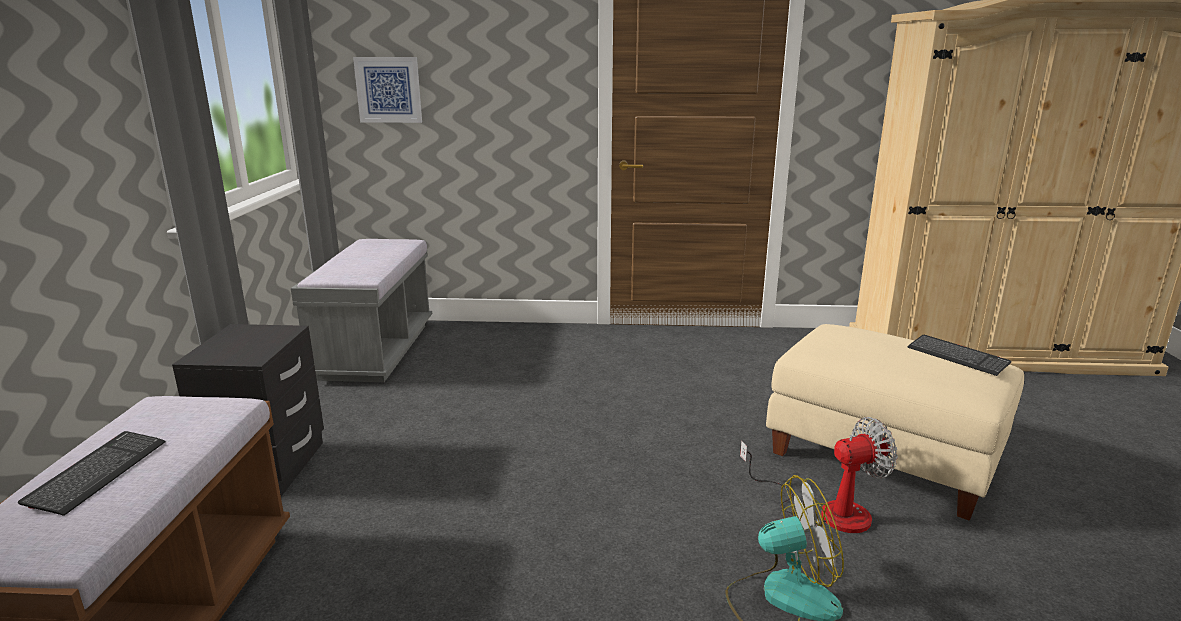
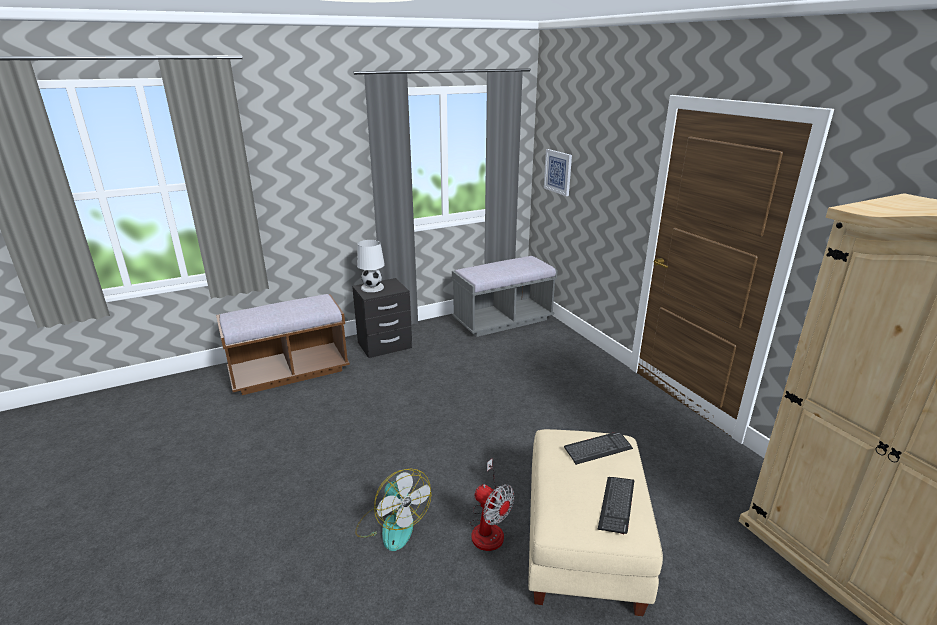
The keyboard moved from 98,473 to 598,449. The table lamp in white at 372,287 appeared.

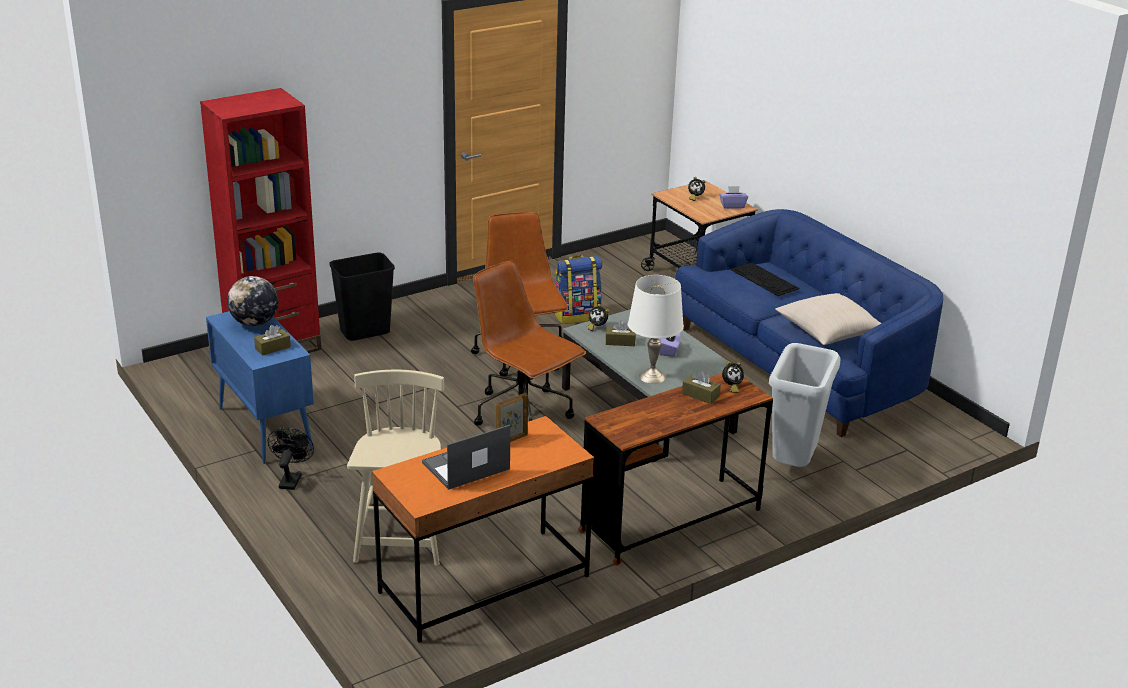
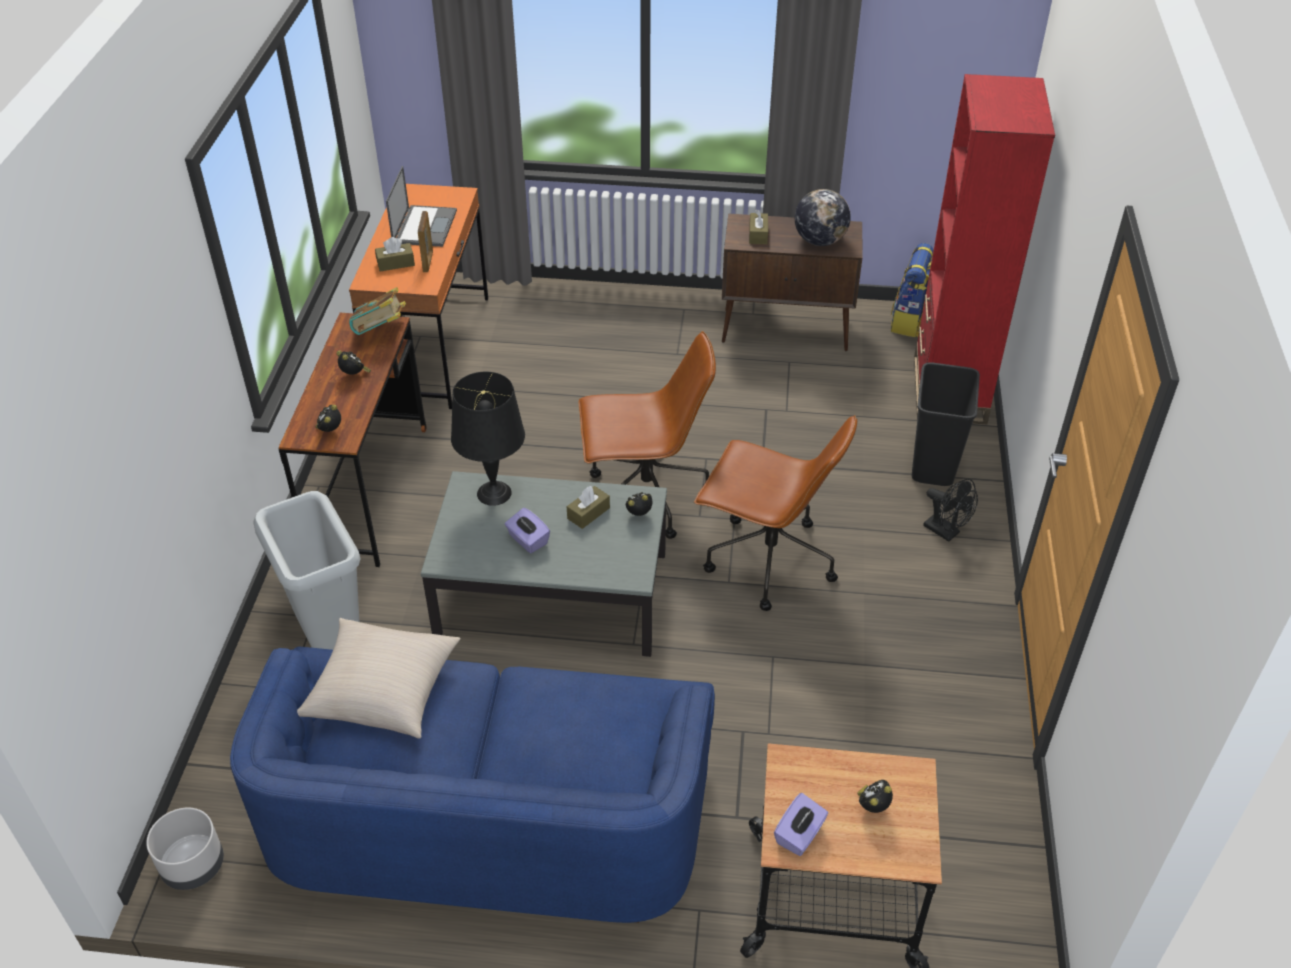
The backpack moved from 577,315 to 911,321. The keyboard at 765,279 disappeared. The table lamp in white at 651,377 became the table lamp in black at 494,493. The cabinet in blue at 264,428 became the cabinet in brown at 786,330. The chair in beige at 402,534 disappeared. The tissue box in brown moved from 700,395 to 395,263. The fan in black moved from 291,479 to 946,532. The book at 381,332 appeared. The alarm clock at 354,375 appeared. The planter in grey at 193,866 appeared.

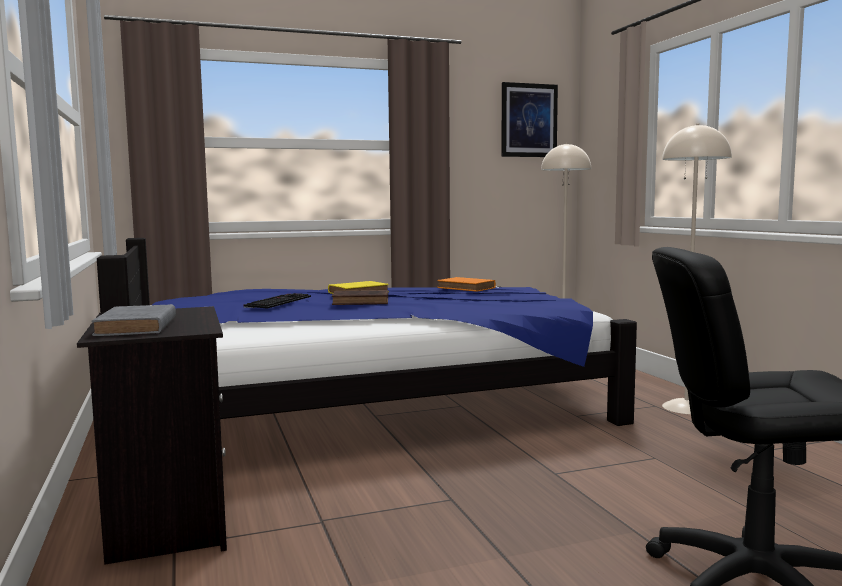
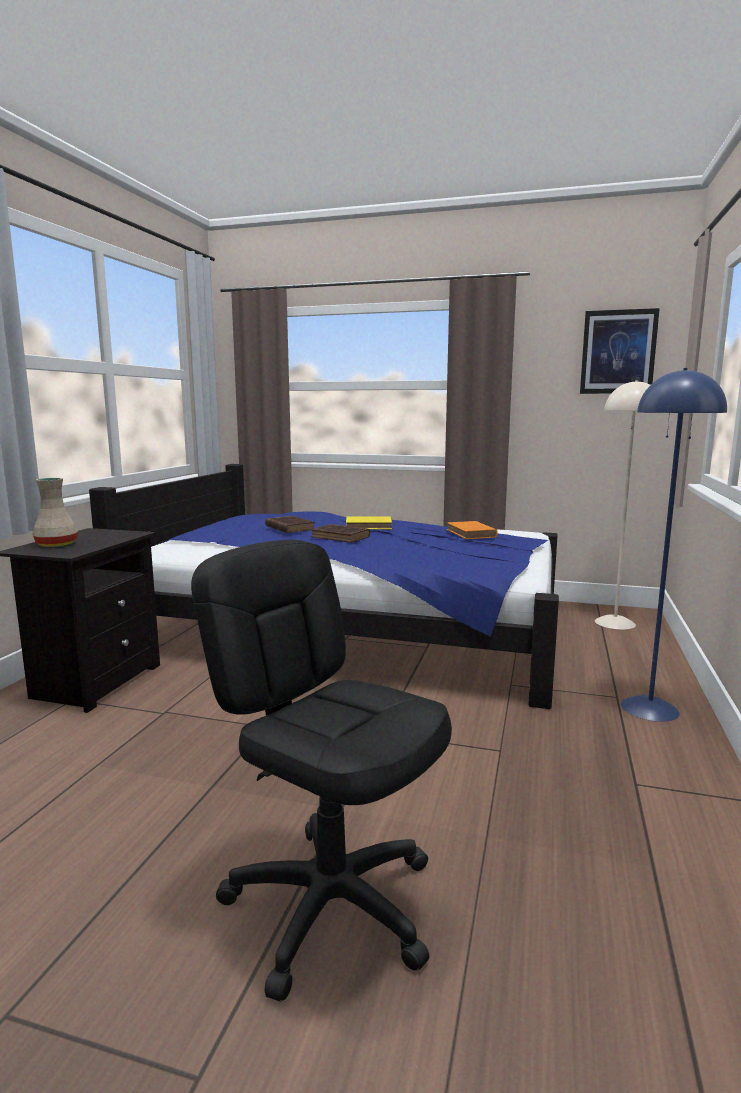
The floor lamp in beige at 686,407 became the floor lamp in blue at 650,708. The keyboard at 278,301 was replaced by the book in brown at 289,527. The book in grey at 136,327 was replaced by the vase in beige at 55,544.

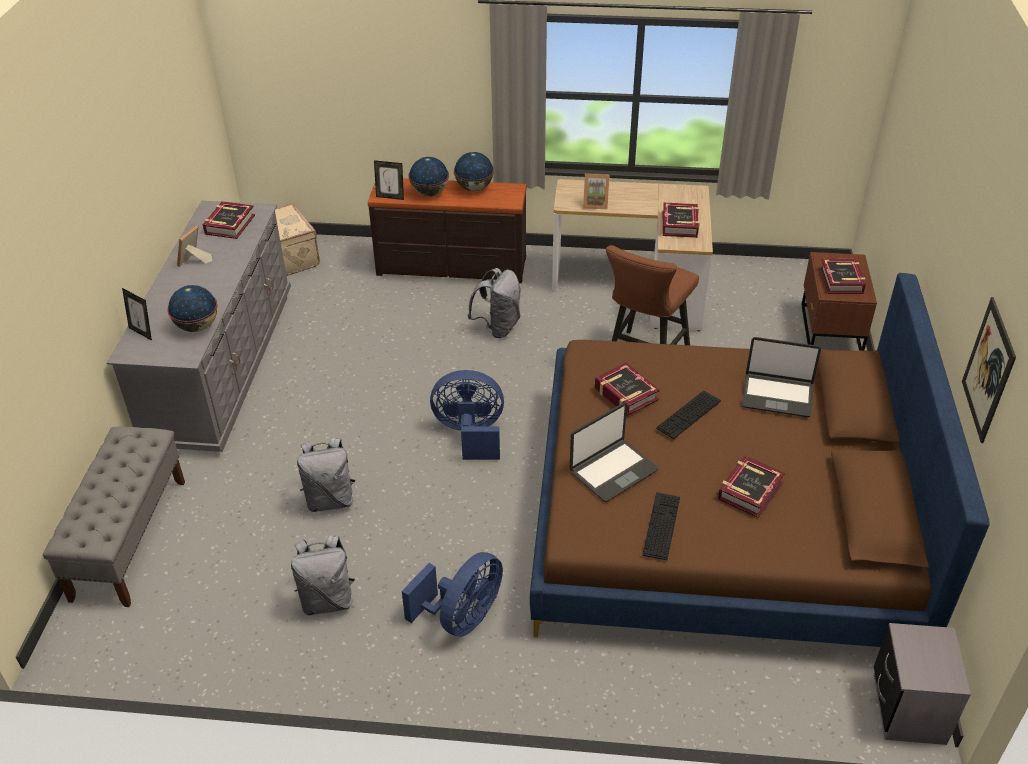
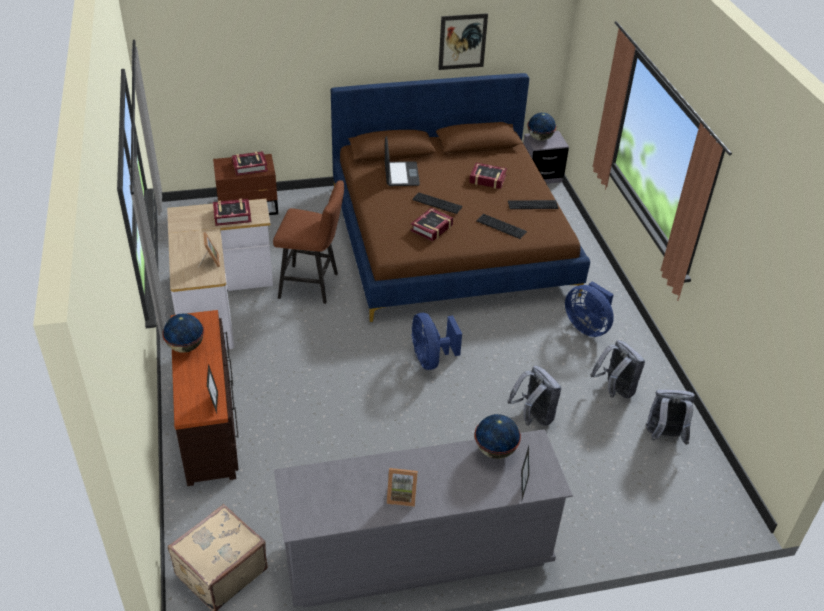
The globe moved from 430,193 to 539,138. The book at 229,224 disappeared. The backpack in grey moved from 498,327 to 663,436. The laptop at 612,470 was replaced by the keyboard at 501,226. The bench in grey at 129,538 disappeared. The fan in blue at 462,617 turned 150 degrees counterclockwise.

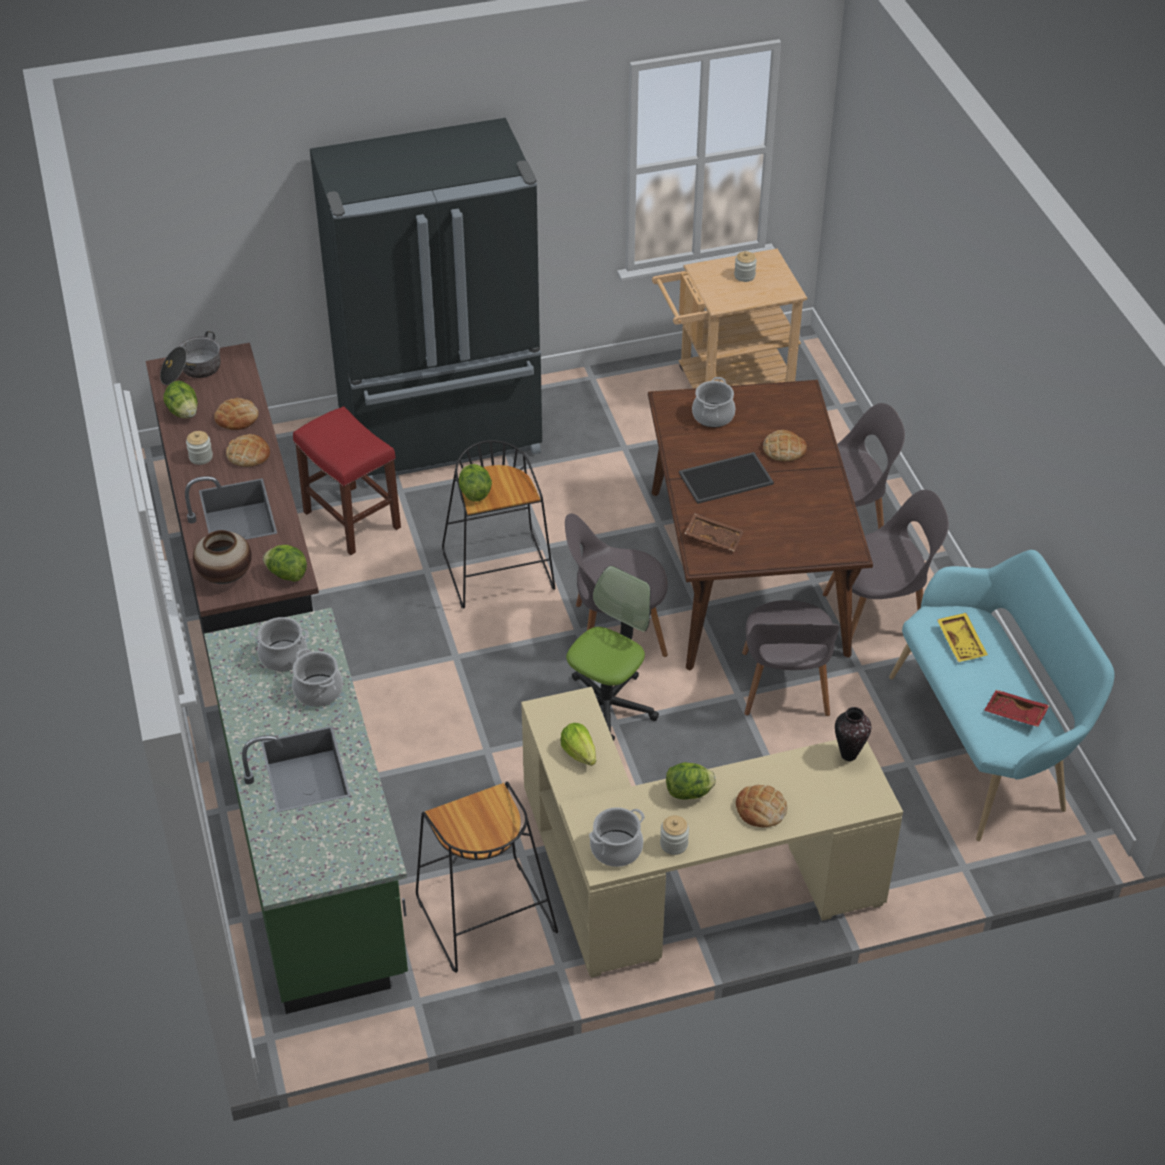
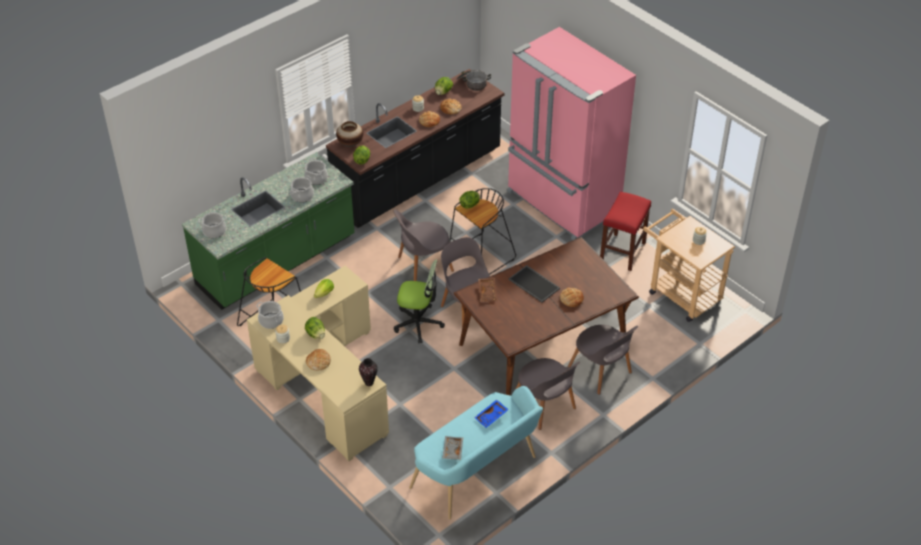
The fridge in black at 442,435 became the fridge in pink at 562,203. The cooking pot moved from 713,416 to 214,231. The stool in red moved from 353,520 to 622,252. The chair in grey moved from 784,688 to 423,265. The tray in yellow at 962,642 became the tray in blue at 491,417. The tray in red at 1015,714 became the tray in grey at 452,450.

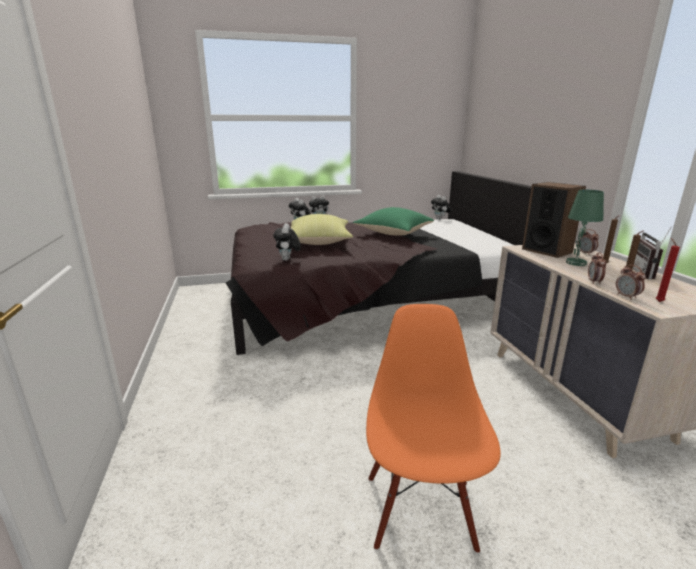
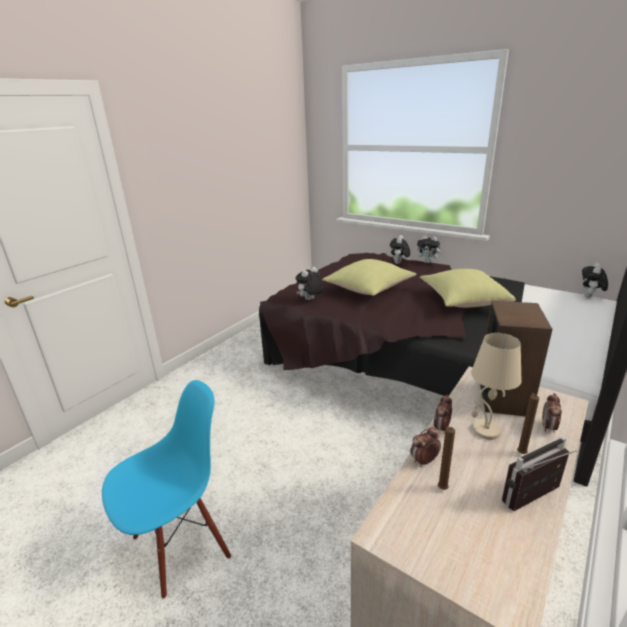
The table lamp in green at 576,263 became the table lamp in beige at 485,430. The pillow in green at 392,234 became the pillow in yellow at 462,301. The candle in red at 658,301 disappeared. The alarm clock moved from 626,297 to 441,428. The chair in orange at 420,511 became the chair in blue at 181,544.

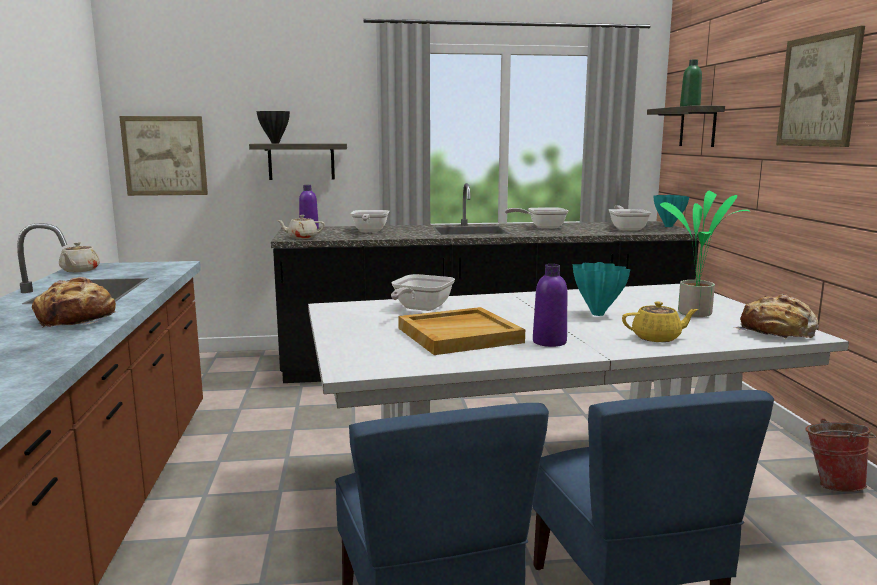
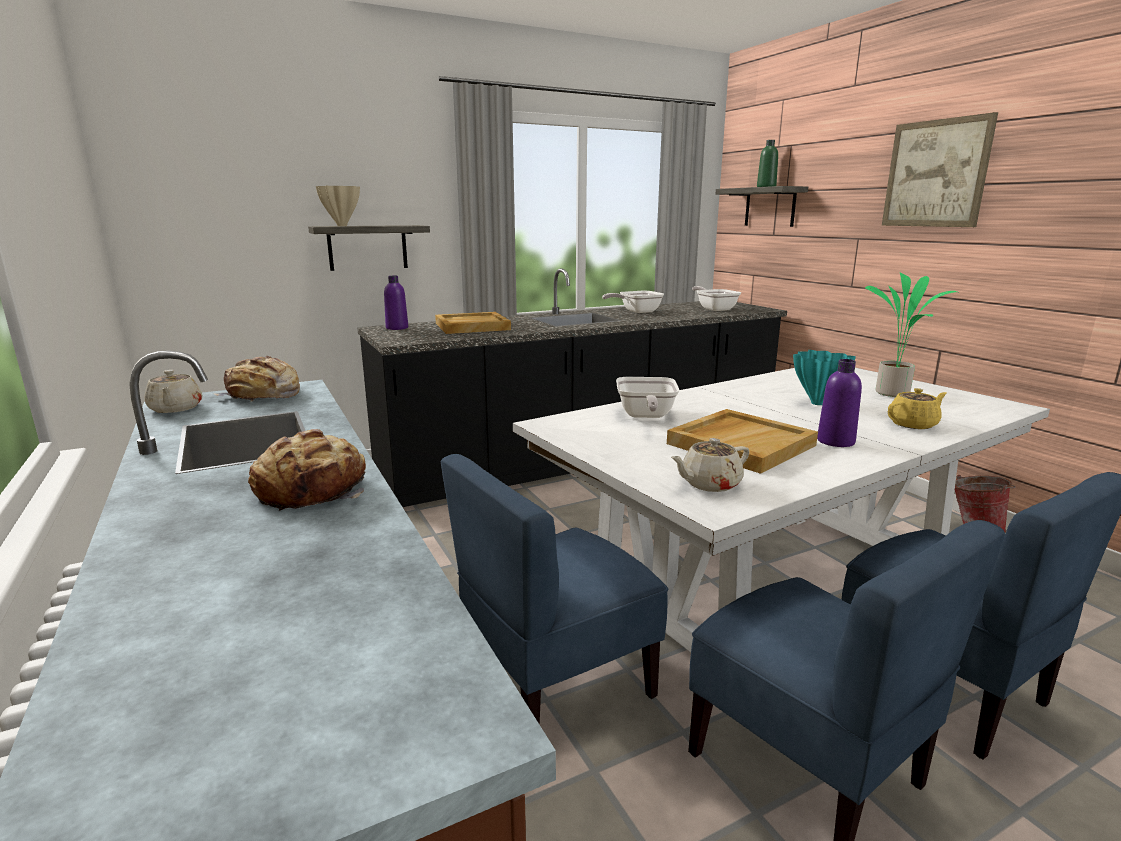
The vase in black at 274,143 became the vase in beige at 341,226. The picture at 164,156 disappeared. The vase in turquoise at 669,226 disappeared. The frying pan at 369,231 was replaced by the tray in beige at 471,326. The teapot in beige moved from 302,238 to 709,484. The bread moved from 777,333 to 263,395. The chair in blue at 557,684 appeared.

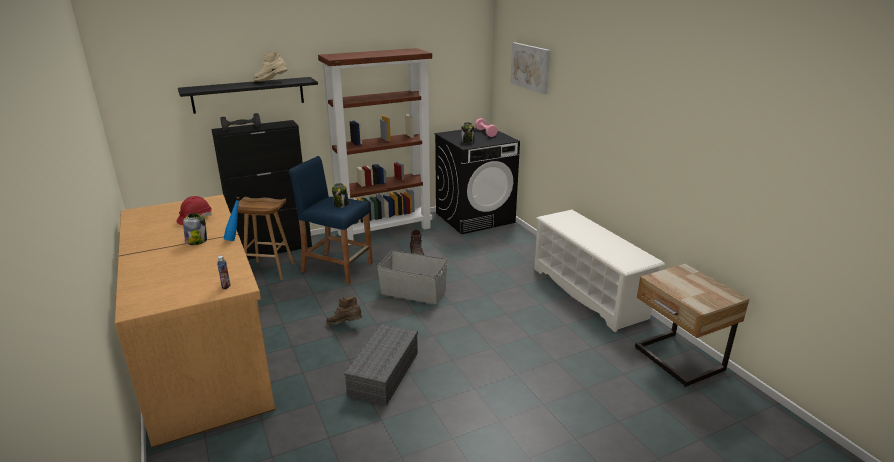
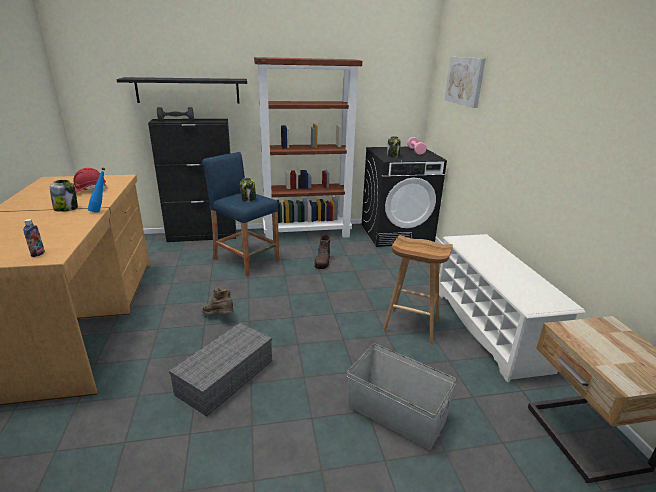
The boot in beige at 271,82 disappeared. The stool in brown moved from 268,270 to 410,326. The storage box in grey moved from 413,291 to 396,412.

